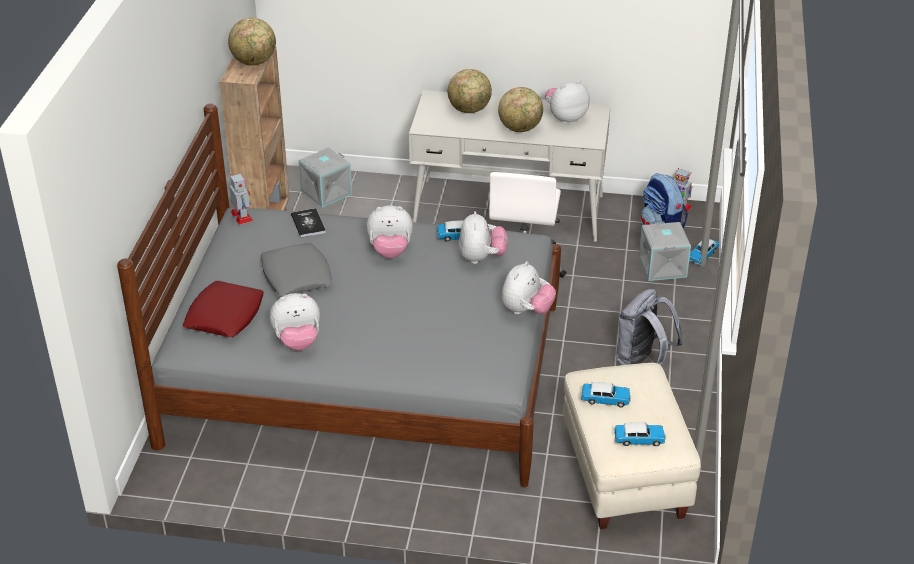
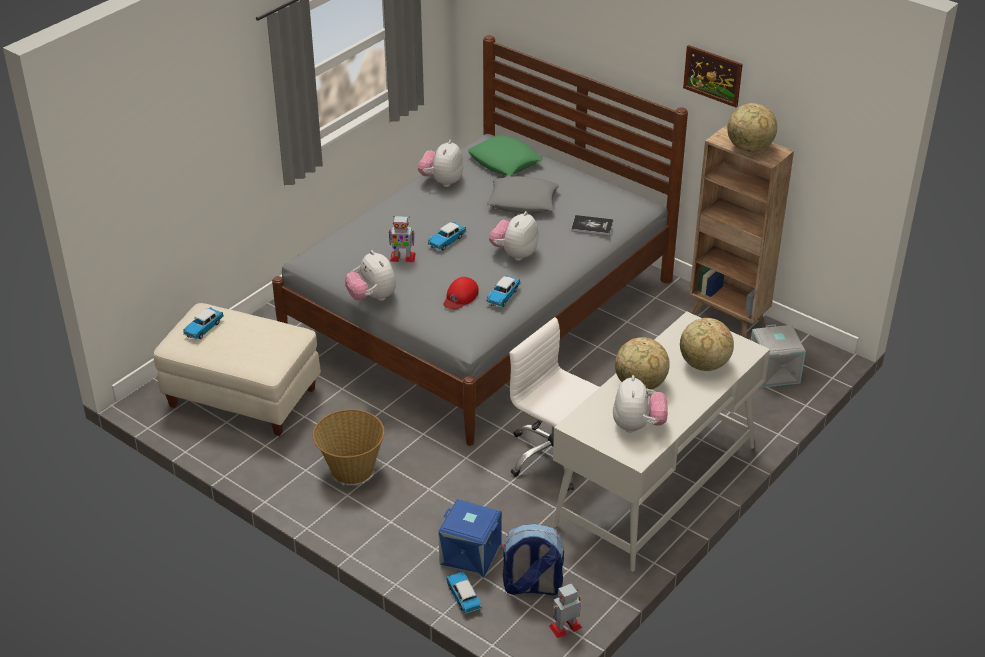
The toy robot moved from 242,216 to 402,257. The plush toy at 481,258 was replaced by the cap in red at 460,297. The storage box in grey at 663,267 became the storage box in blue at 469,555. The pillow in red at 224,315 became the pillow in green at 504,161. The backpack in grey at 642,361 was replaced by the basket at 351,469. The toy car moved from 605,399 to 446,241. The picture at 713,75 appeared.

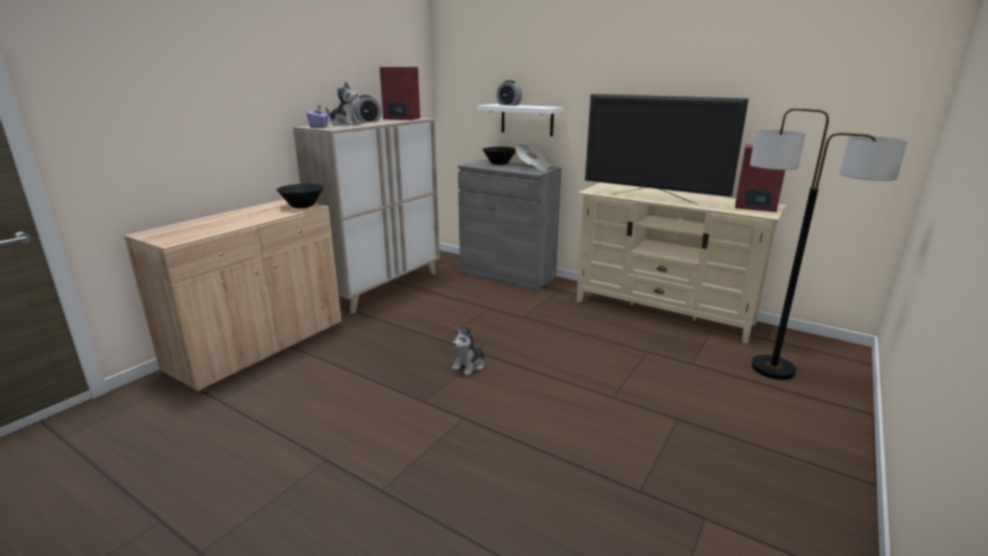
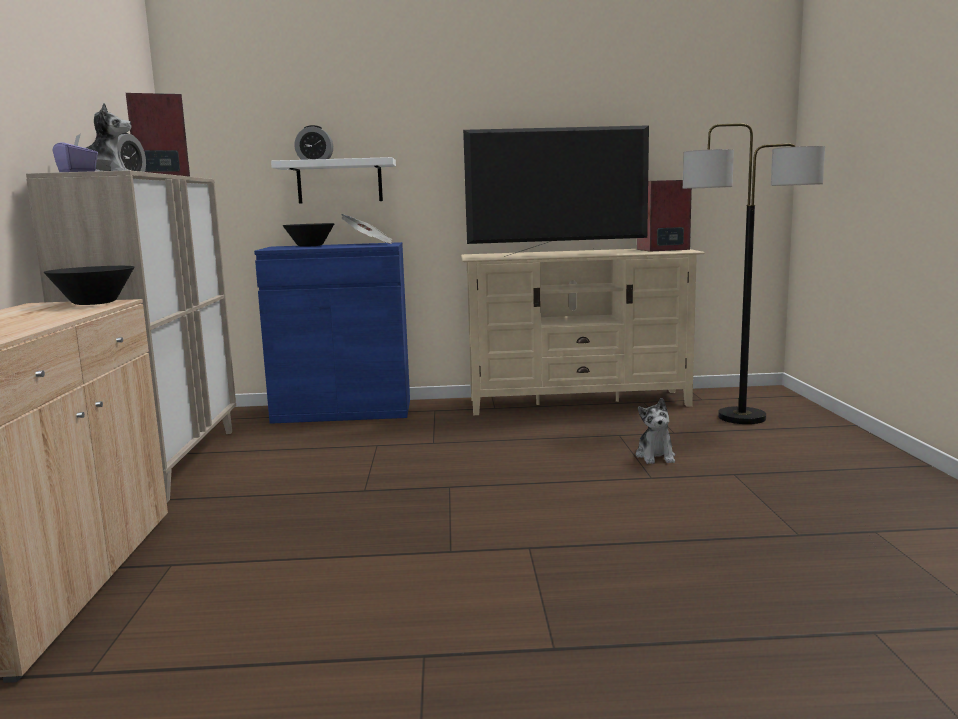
The cabinet in grey at 507,275 became the cabinet in blue at 343,411. The plush toy moved from 469,366 to 655,456.

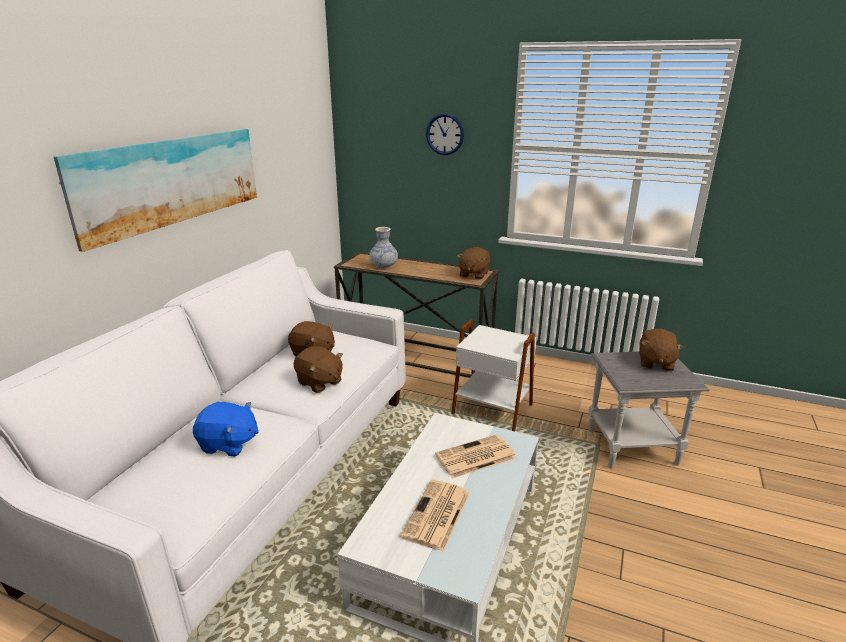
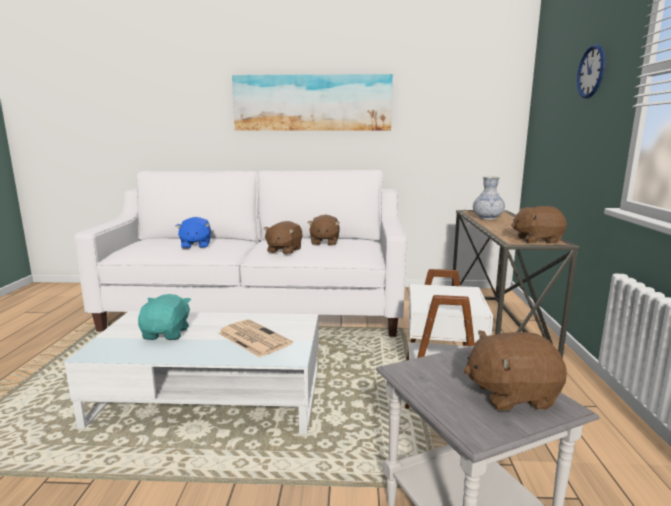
The newspaper at 436,515 was replaced by the plush toy in turquoise at 167,334.

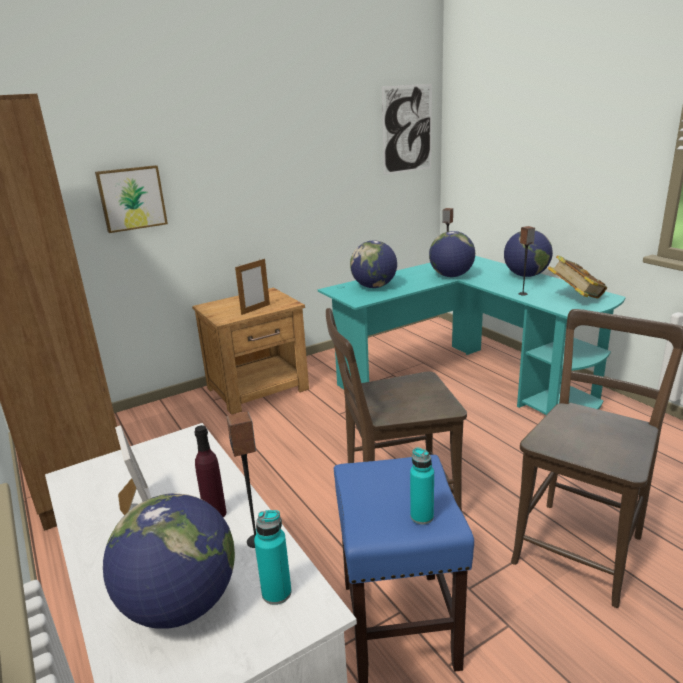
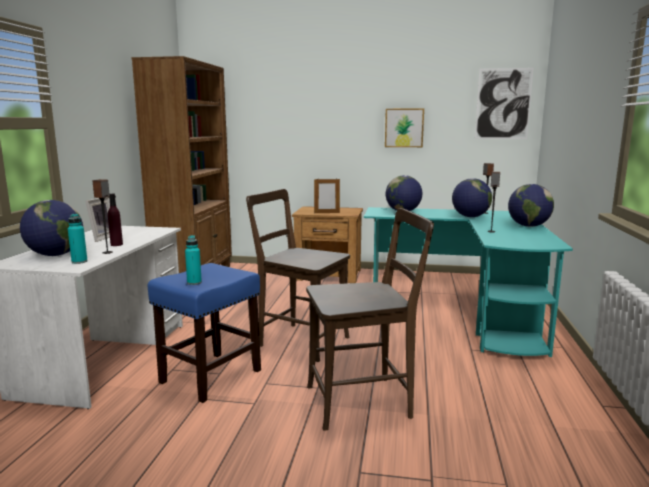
The picture moved from 131,198 to 404,128. The book at 575,297 disappeared.

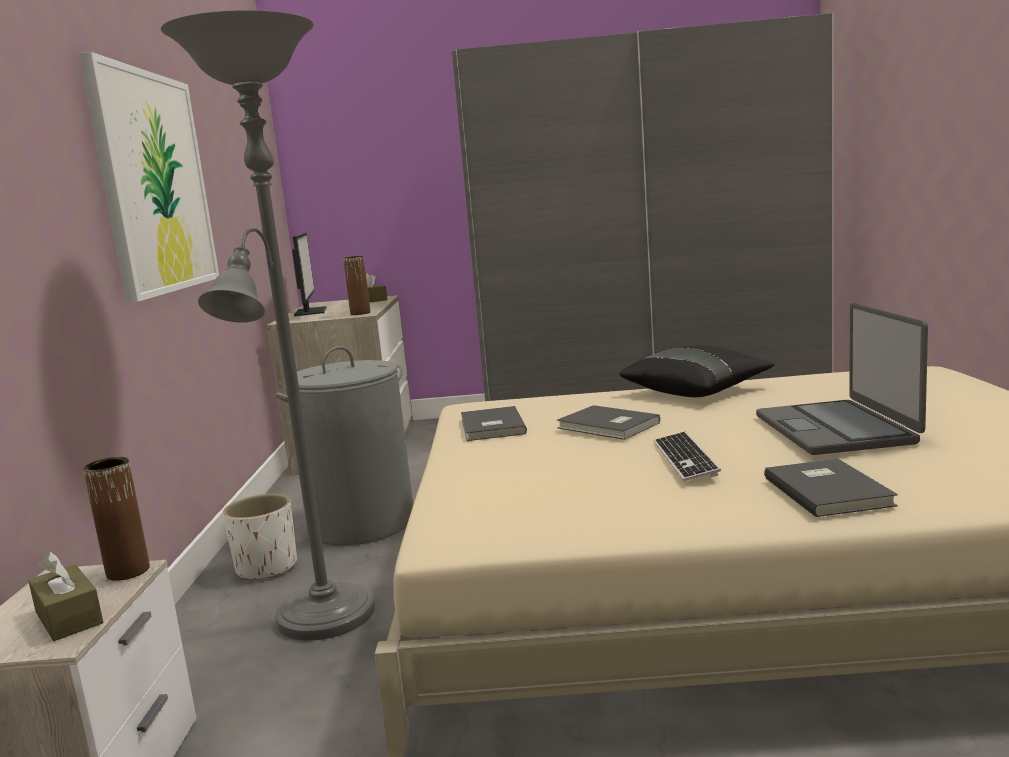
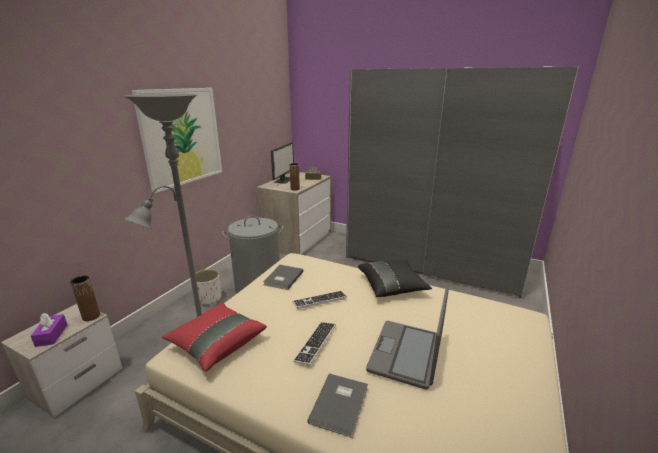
The book in grey at 608,426 was replaced by the keyboard at 319,300. The tissue box in brown at 68,617 became the tissue box in purple at 52,335. The pillow in red at 216,344 appeared.

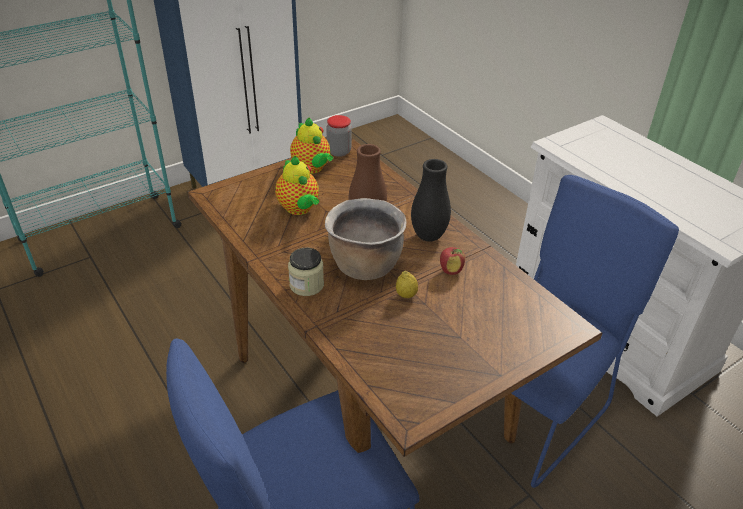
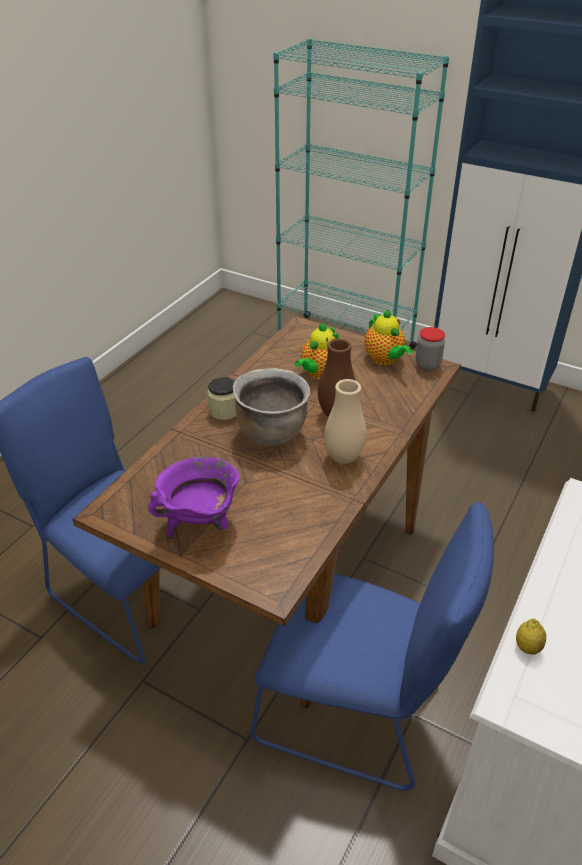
The teapot at 312,168 turned 60 degrees counterclockwise. The vase in black at 428,236 became the vase in beige at 343,458. The apple at 451,271 disappeared. The lemon moved from 406,295 to 527,647. The cooking pot in purple at 200,524 appeared.

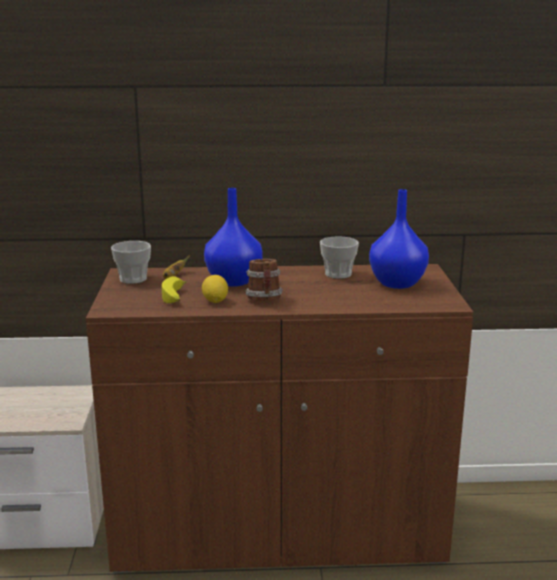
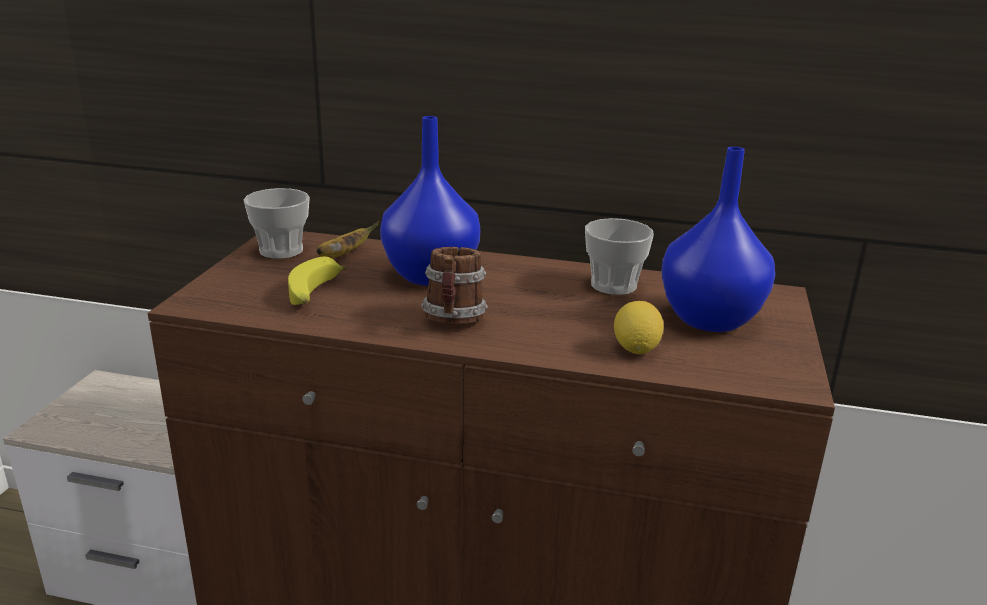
The lemon moved from 215,301 to 636,349.

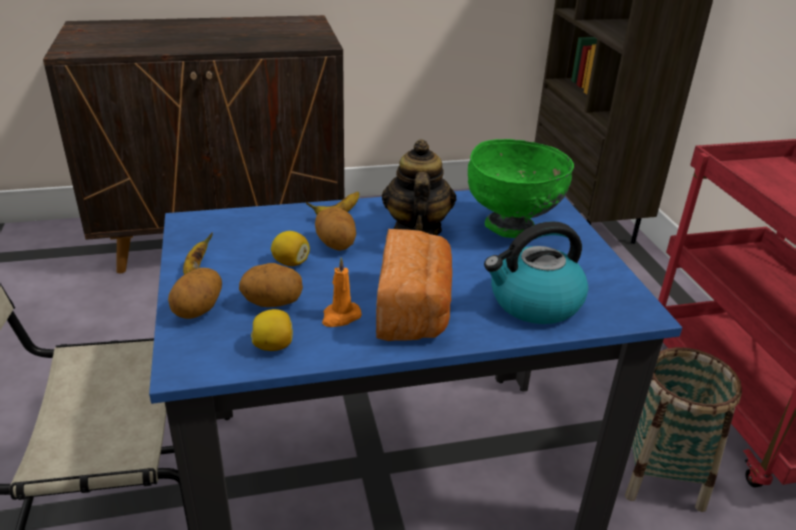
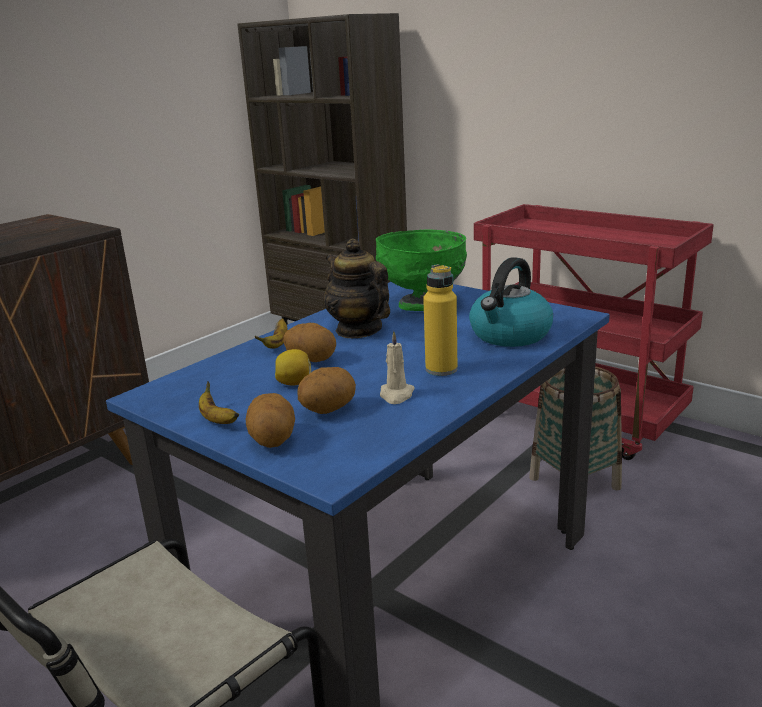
The bread at 414,309 was replaced by the bottle in yellow at 441,369. The candle in orange at 340,316 became the candle in beige at 396,395. The lemon at 274,345 disappeared.

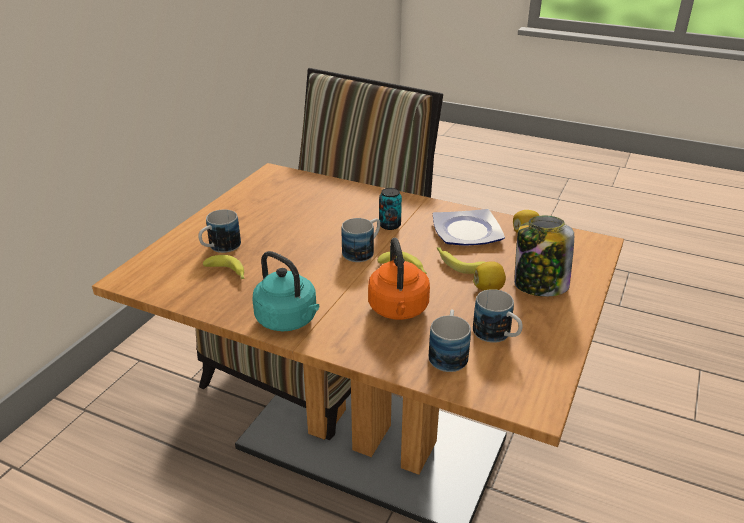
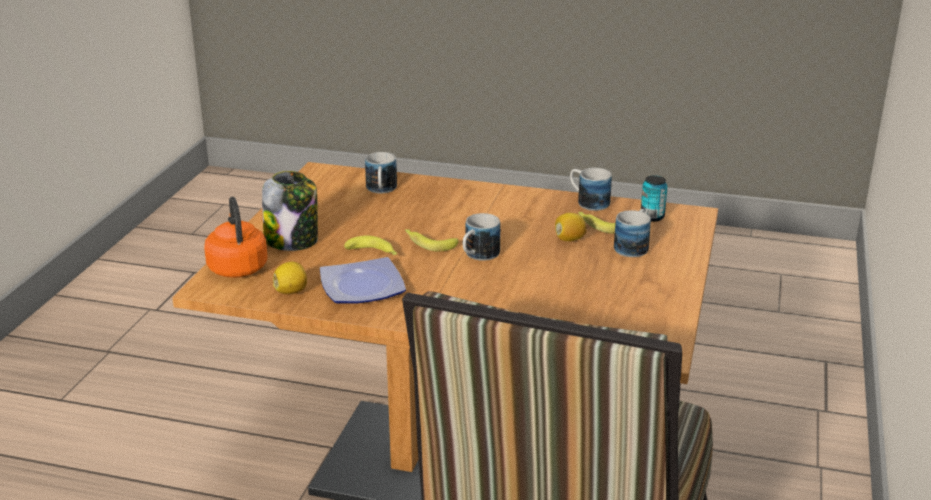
The can moved from 389,225 to 652,217. The kettle in orange moved from 398,310 to 237,267. The kettle in turquoise at 289,320 disappeared. The lemon moved from 488,288 to 569,239. The mug moved from 497,336 to 588,202.

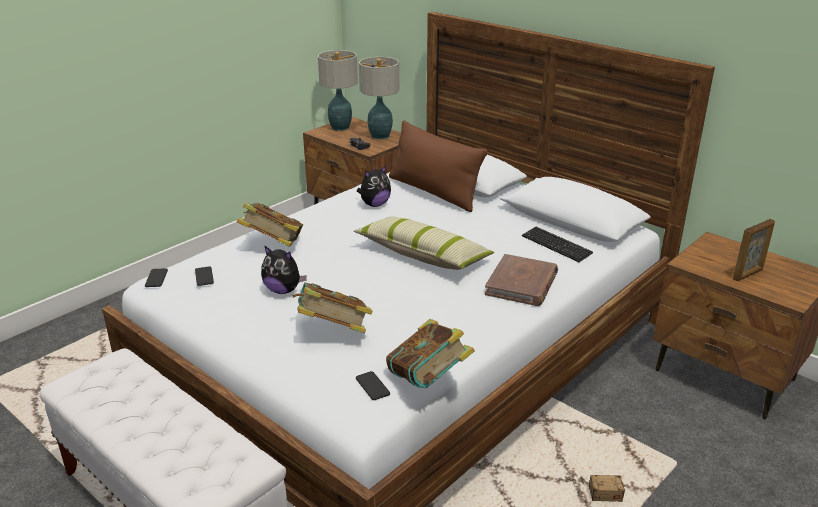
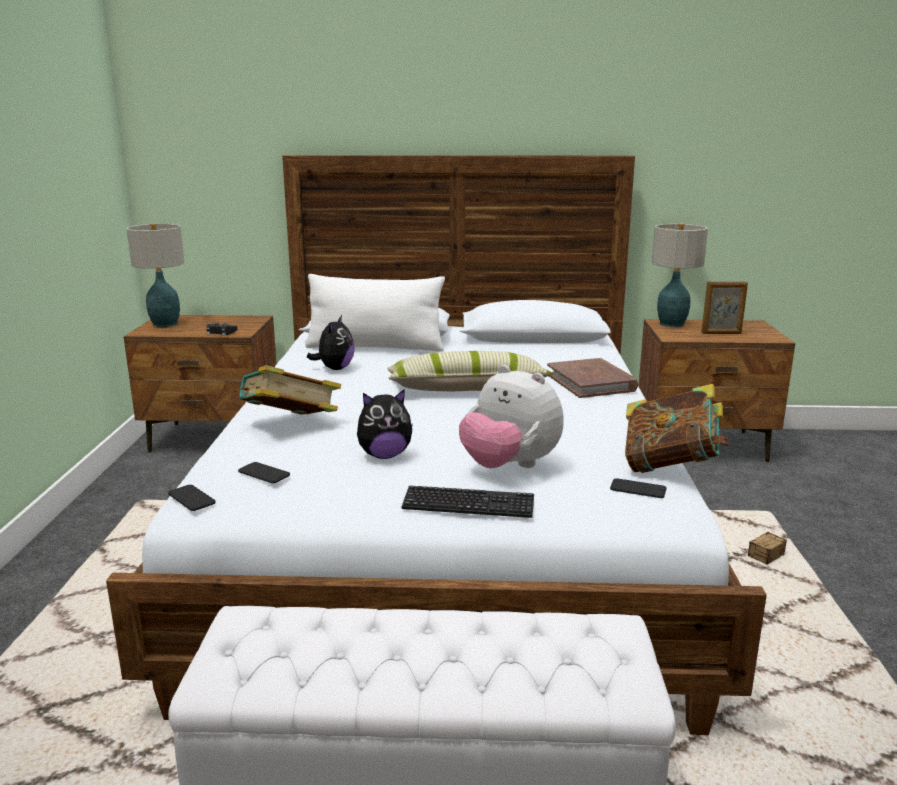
The table lamp moved from 379,136 to 671,324. The pillow in brown at 433,192 became the pillow in white at 375,347. The picture frame at 748,274 turned 75 degrees clockwise. The keyboard moved from 556,245 to 468,504. The book at 333,331 was replaced by the plush toy at 509,466.

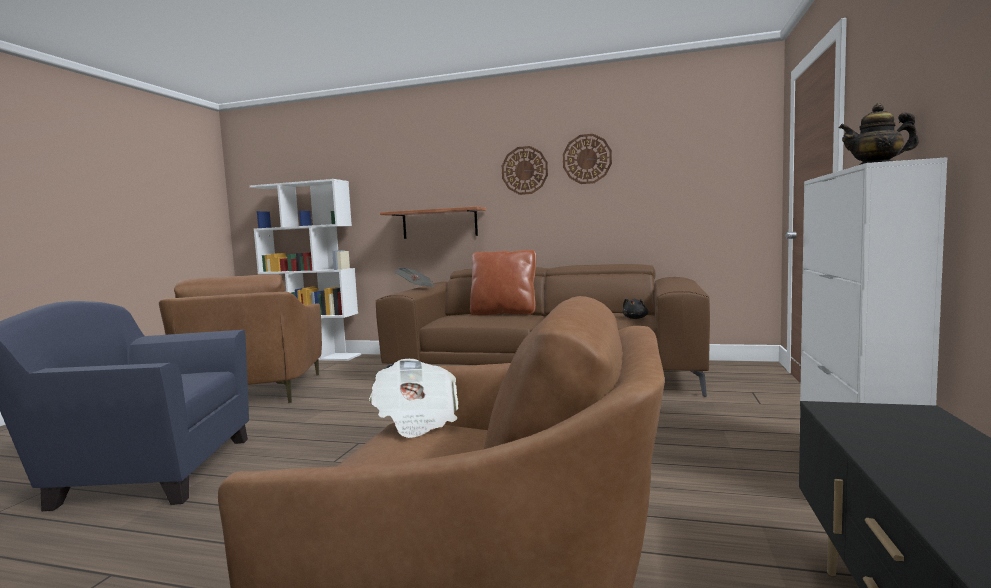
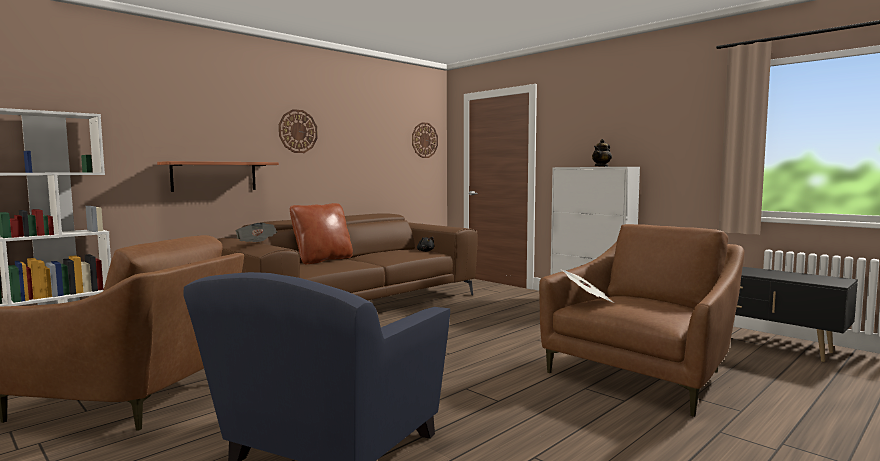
The wall clock moved from 587,159 to 424,140.

